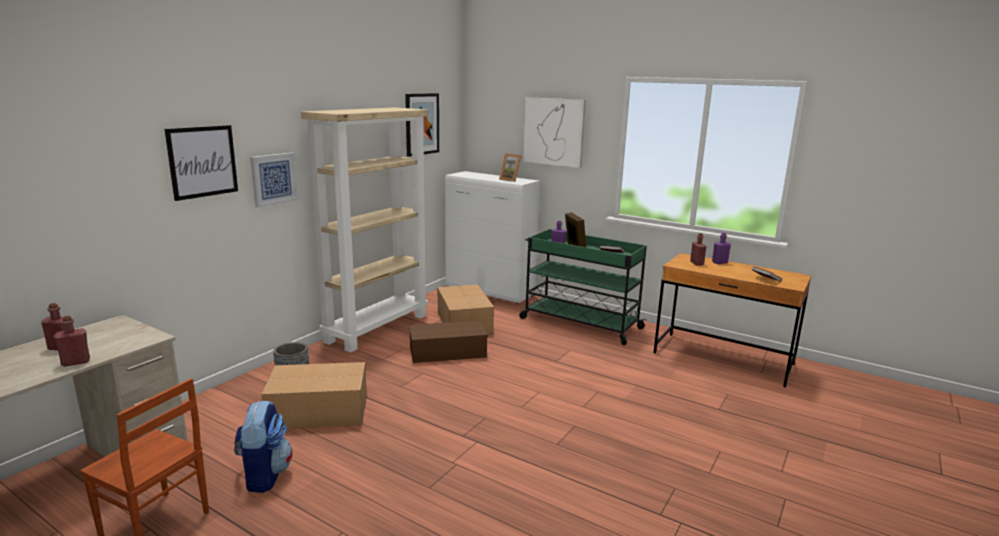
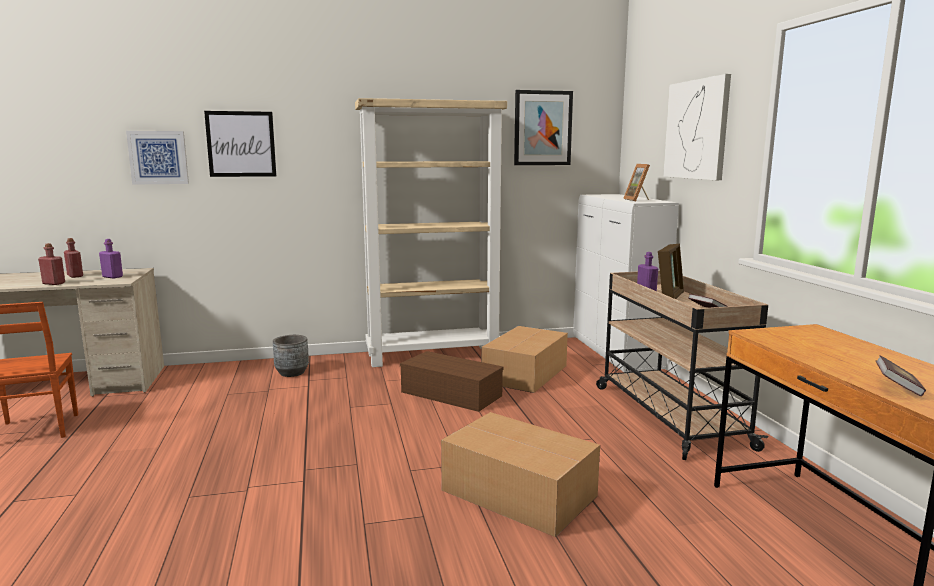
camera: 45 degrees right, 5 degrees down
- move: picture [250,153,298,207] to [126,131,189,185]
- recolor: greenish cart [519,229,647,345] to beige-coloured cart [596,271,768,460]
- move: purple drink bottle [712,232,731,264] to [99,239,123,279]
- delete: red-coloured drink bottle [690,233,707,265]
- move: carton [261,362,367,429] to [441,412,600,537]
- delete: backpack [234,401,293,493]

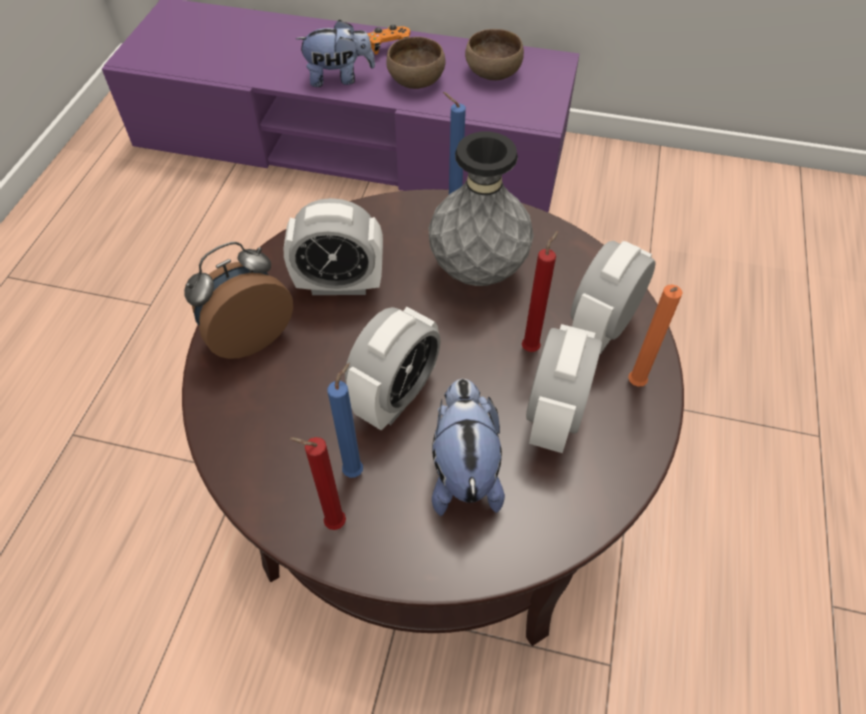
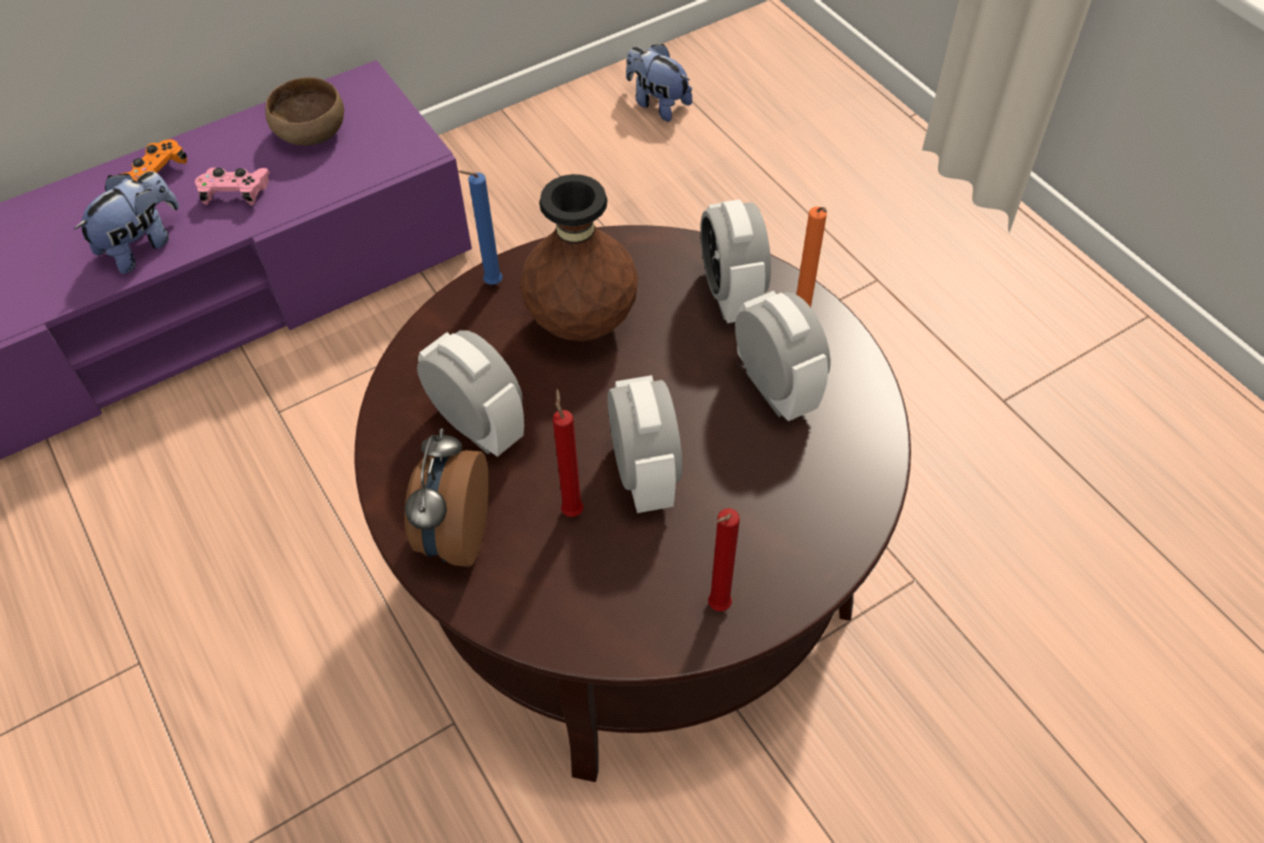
camera: 45 degrees left, 0 degrees up
- replace: brown-coloured deep dish [386,37,446,89] to pinkish game controller [195,168,270,205]
- recolor: grey flower vase [429,131,534,286] to brown-coloured flower vase [520,174,638,341]
- rotate: alarm clock [284,198,383,295] = [417,330,524,457] 90 degrees counterclockwise
- move: red-coloured wax light [522,231,558,352] to [553,389,583,517]
- delete: blue-coloured wax light [328,363,363,478]
- move: plush toy [432,379,505,516] to [626,44,692,122]

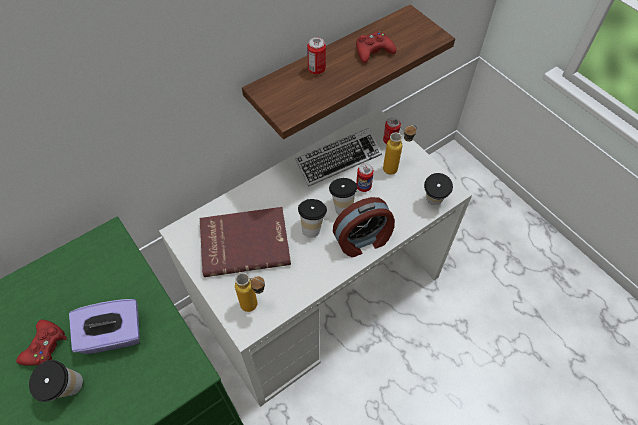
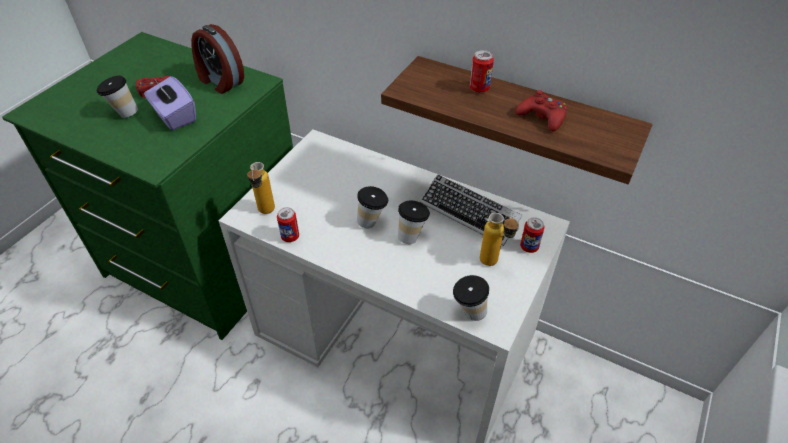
camera: 65 degrees right, 10 degrees down
- move: metal can [356,163,374,192] to [277,207,299,242]
- move: alarm clock [333,197,395,257] to [191,24,244,94]
- delete: red-coloured volume [200,207,291,277]

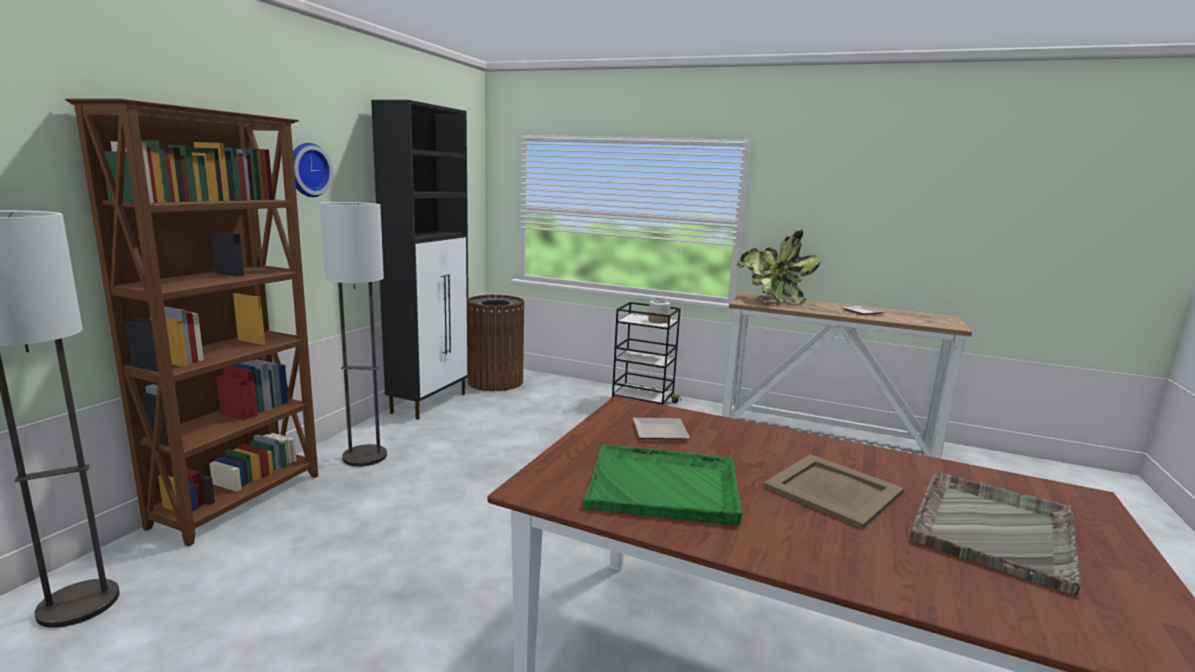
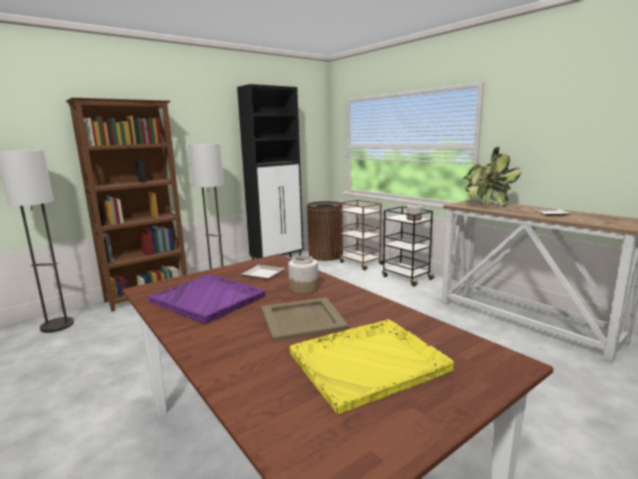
camera: 30 degrees right, 0 degrees up
- delete: clock on the wall [293,143,333,197]
- recolor: greenish serving tray [583,445,742,525] to purple serving tray [148,274,265,324]
- recolor: grey serving tray [909,471,1081,596] to yellow-coloured serving tray [290,319,454,414]
- insert: brown-coloured cart [339,200,383,270]
- insert: jar [288,255,319,294]

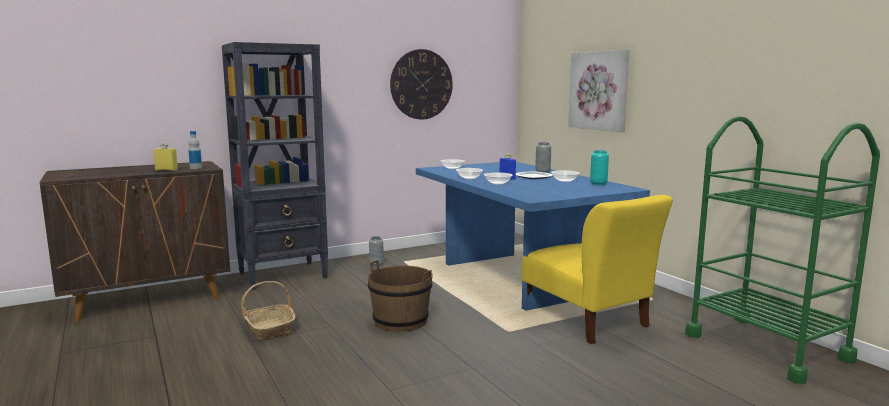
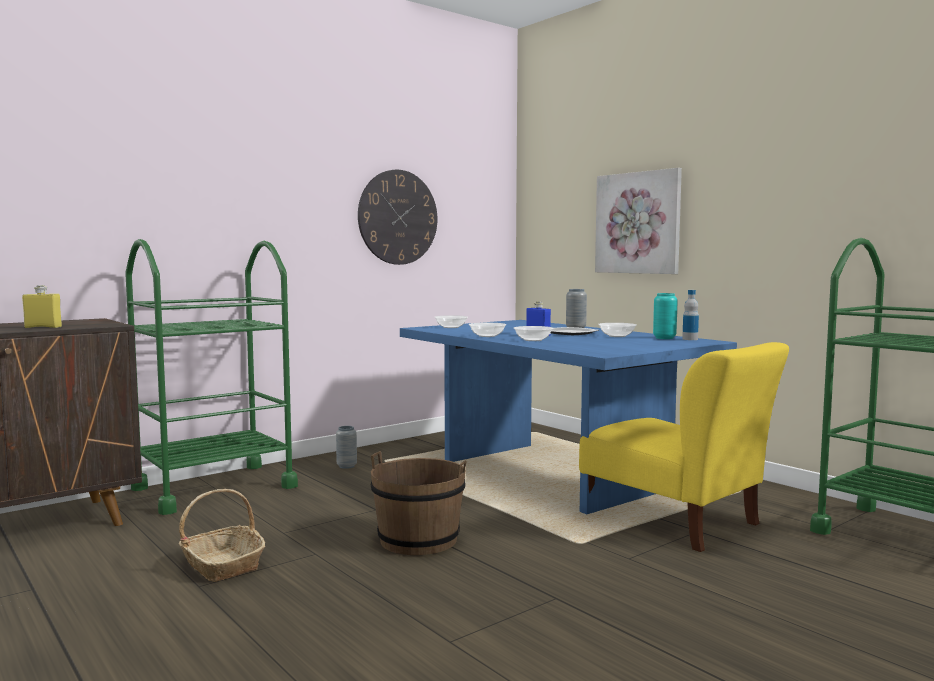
camera: 10 degrees left, 5 degrees down
- replace: black bookshelf [222,42,328,290] to greenish cart [125,239,298,515]
- move: drink bottle [188,131,202,169] to [682,290,699,340]

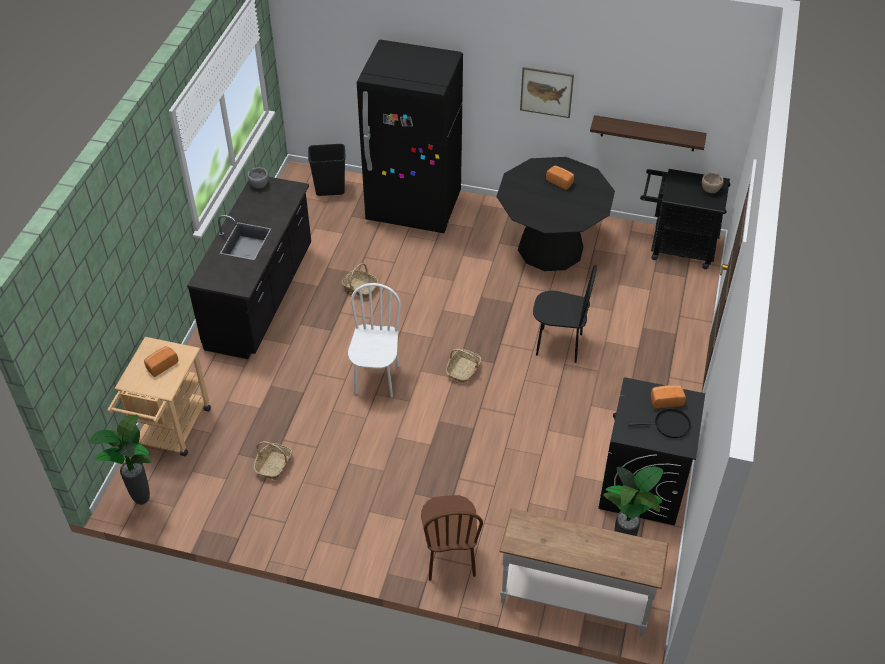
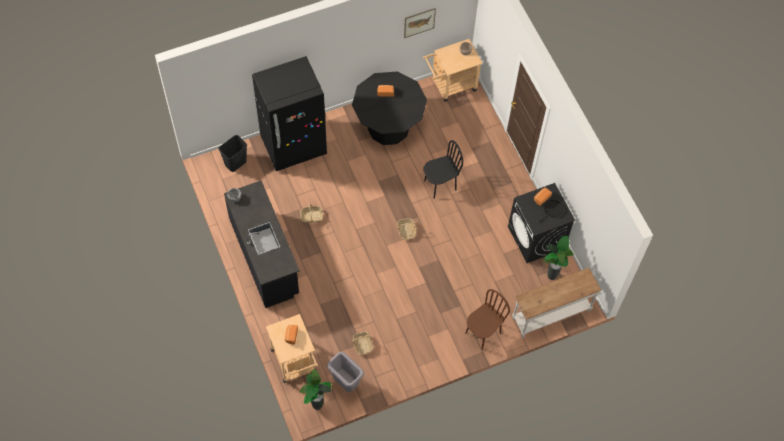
camera: 40 degrees left, 15 degrees up
- move: picture [520,67,574,118] to [404,8,436,38]
- delete: wall shelf [590,115,707,151]
- recolor: black cart [640,169,730,269] to beige-coloured cart [423,39,483,102]
- delete: white upright chair [348,283,401,398]
- rotate: brown-coloured upright chair [421,495,483,581] = [465,289,510,350] 90 degrees counterclockwise
- insert: grey waste bin [327,352,364,392]

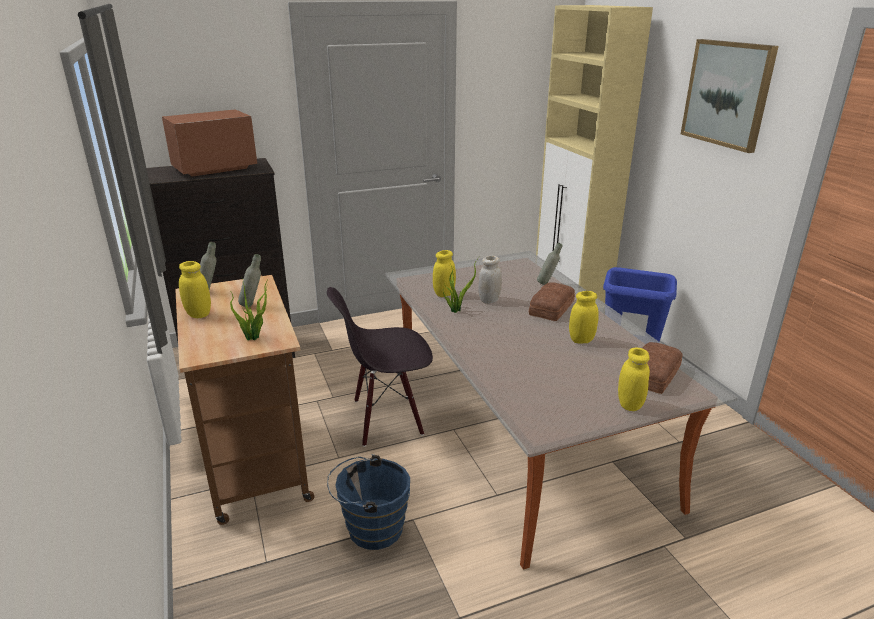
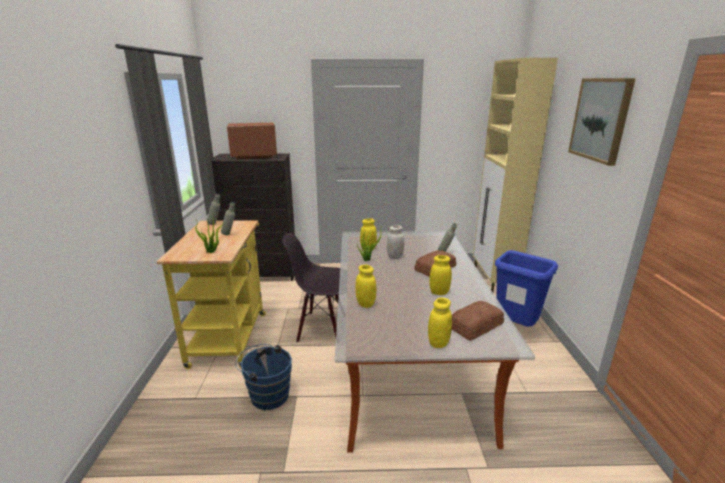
camera: 20 degrees right, 5 degrees down
- move: yellow-coloured jar [179,261,211,318] to [355,264,376,308]
- recolor: brown-coloured cart [175,275,315,525] to yellow-coloured cart [157,220,266,369]

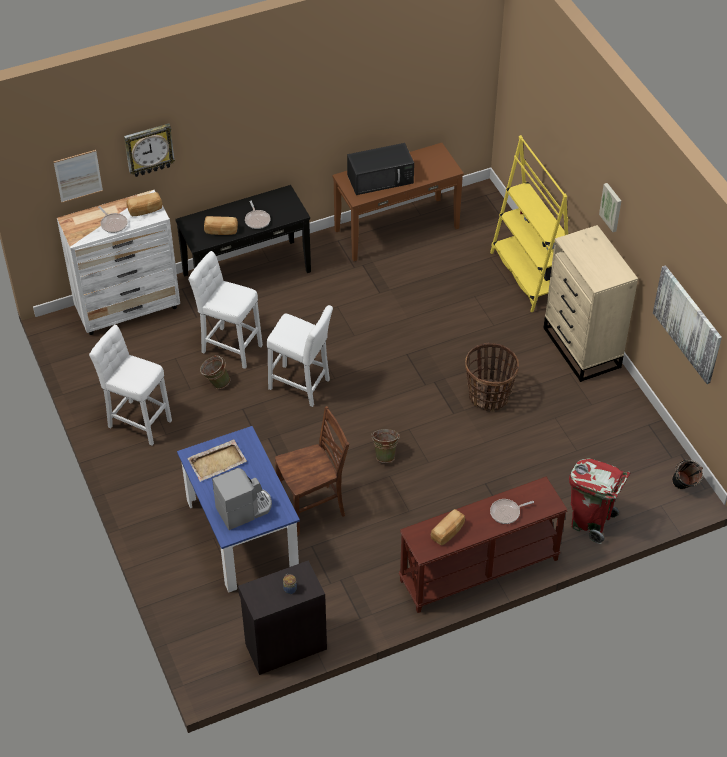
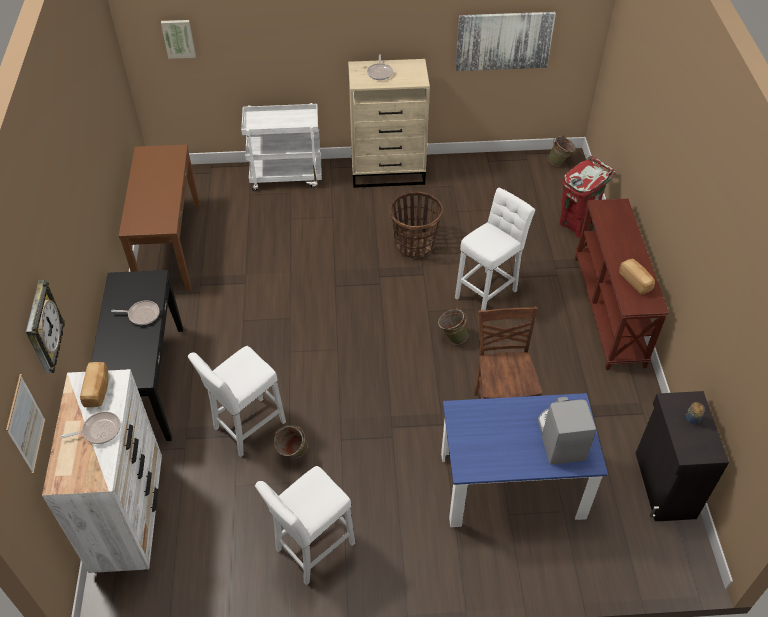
camera: 70 degrees left, 0 degrees up
- replace: yellow-coloured bookshelf [490,135,568,312] to white cart [241,103,322,191]
- delete: black microwave oven [347,143,414,195]
- move: picture [599,183,621,232] to [161,20,196,59]
- delete: bread [204,216,238,235]
- move: white stool seat [267,305,333,407] to [455,188,535,311]
- delete: beige-coloured serving tray [187,439,247,482]
- recolor: black water bucket [672,460,703,489] to greenish water bucket [547,135,576,166]
- move: pan [490,499,534,524] to [367,55,393,80]

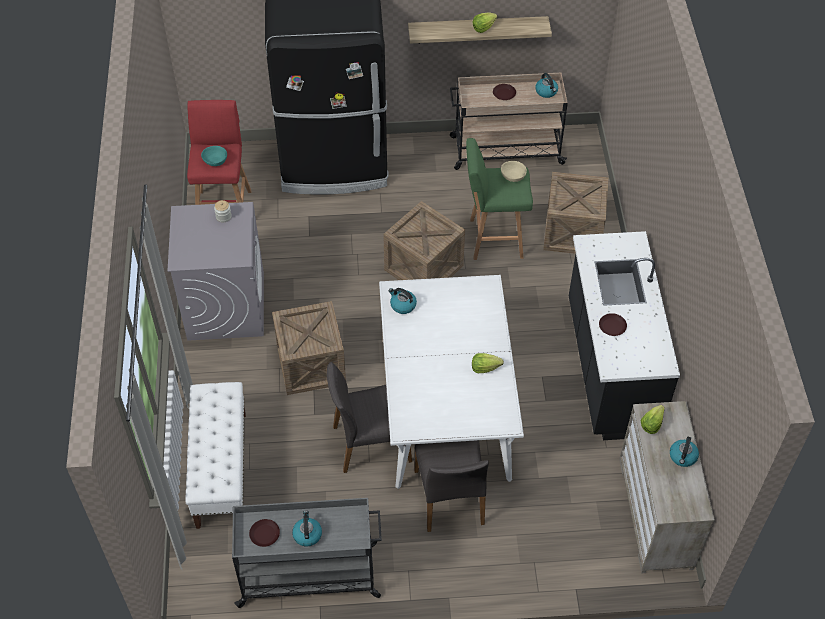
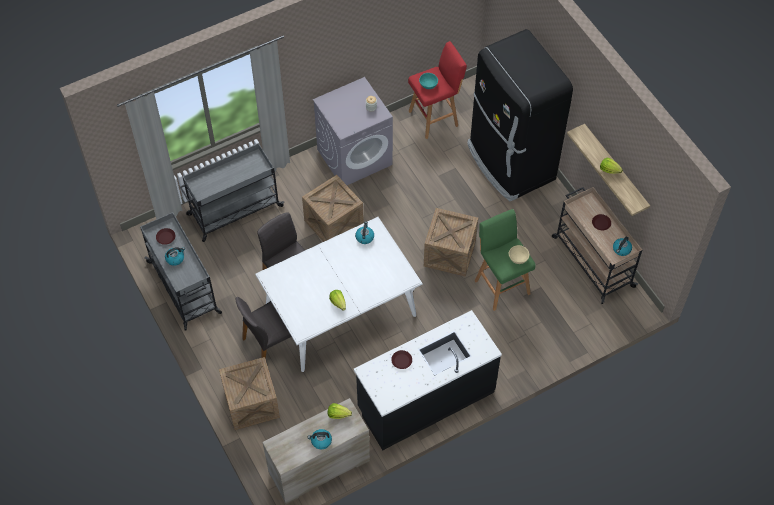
camera: 65 degrees right, 5 degrees up
- move: packing crate [543,172,608,254] to [219,357,280,430]
- replace: white bench [186,382,246,529] to grey cart [180,143,284,242]

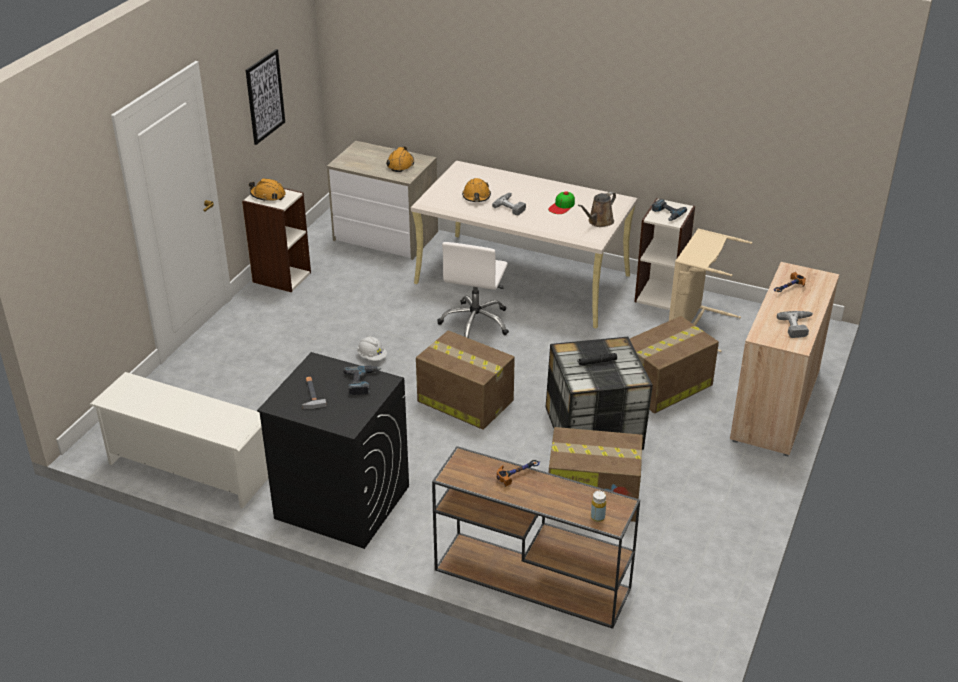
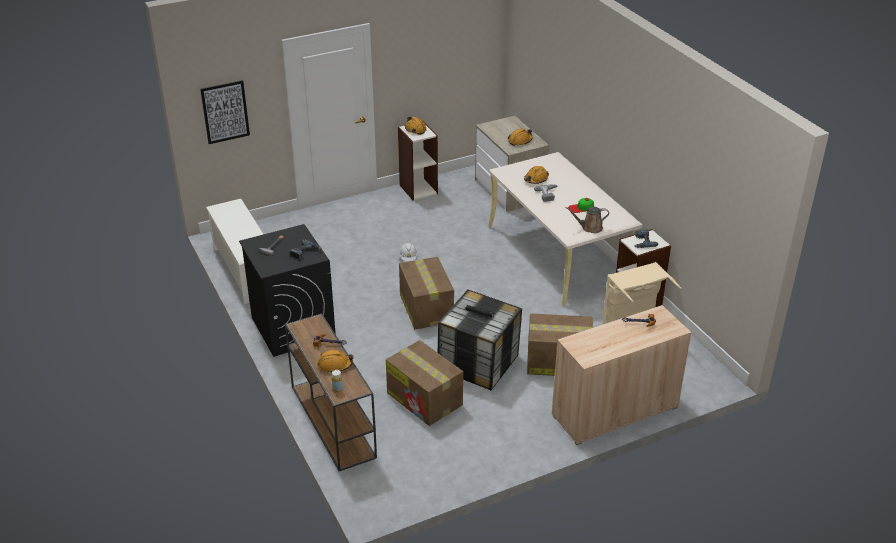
camera: 40 degrees right, 0 degrees up
- move: picture [246,49,285,145] to [200,80,250,144]
- delete: white office chair [437,242,509,338]
- delete: drill [777,311,813,338]
- insert: orange-coloured hard hat [318,350,353,373]

